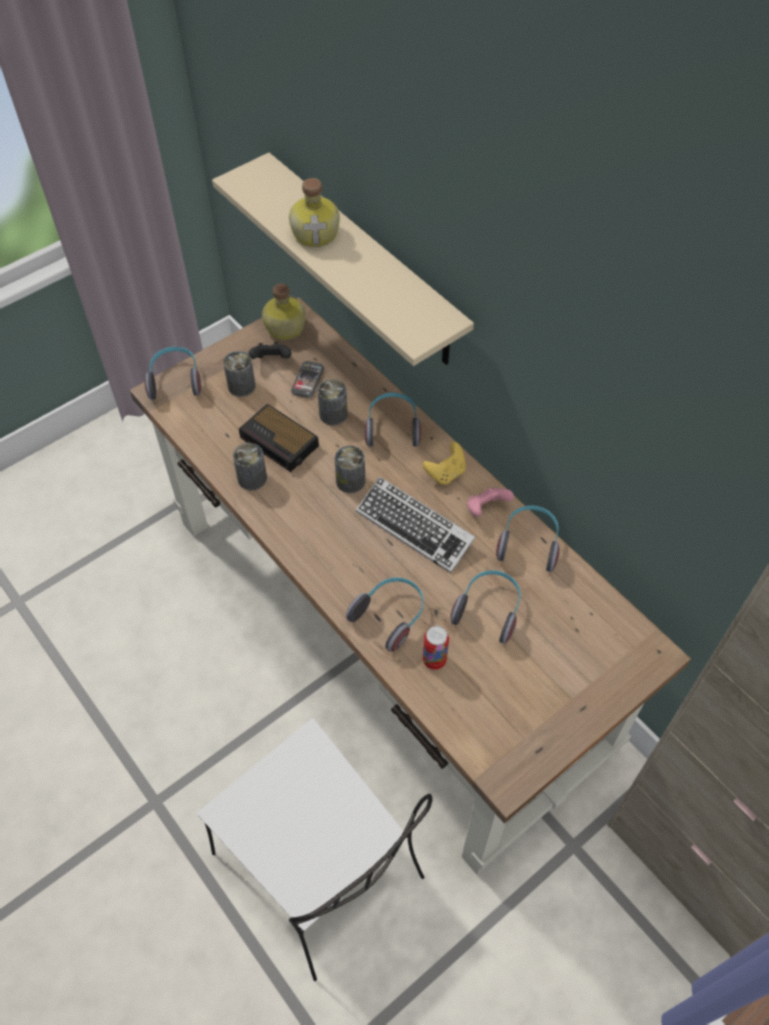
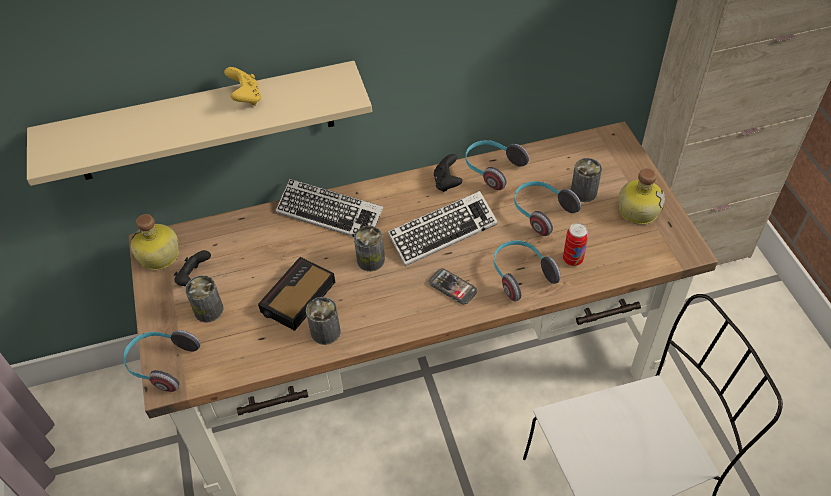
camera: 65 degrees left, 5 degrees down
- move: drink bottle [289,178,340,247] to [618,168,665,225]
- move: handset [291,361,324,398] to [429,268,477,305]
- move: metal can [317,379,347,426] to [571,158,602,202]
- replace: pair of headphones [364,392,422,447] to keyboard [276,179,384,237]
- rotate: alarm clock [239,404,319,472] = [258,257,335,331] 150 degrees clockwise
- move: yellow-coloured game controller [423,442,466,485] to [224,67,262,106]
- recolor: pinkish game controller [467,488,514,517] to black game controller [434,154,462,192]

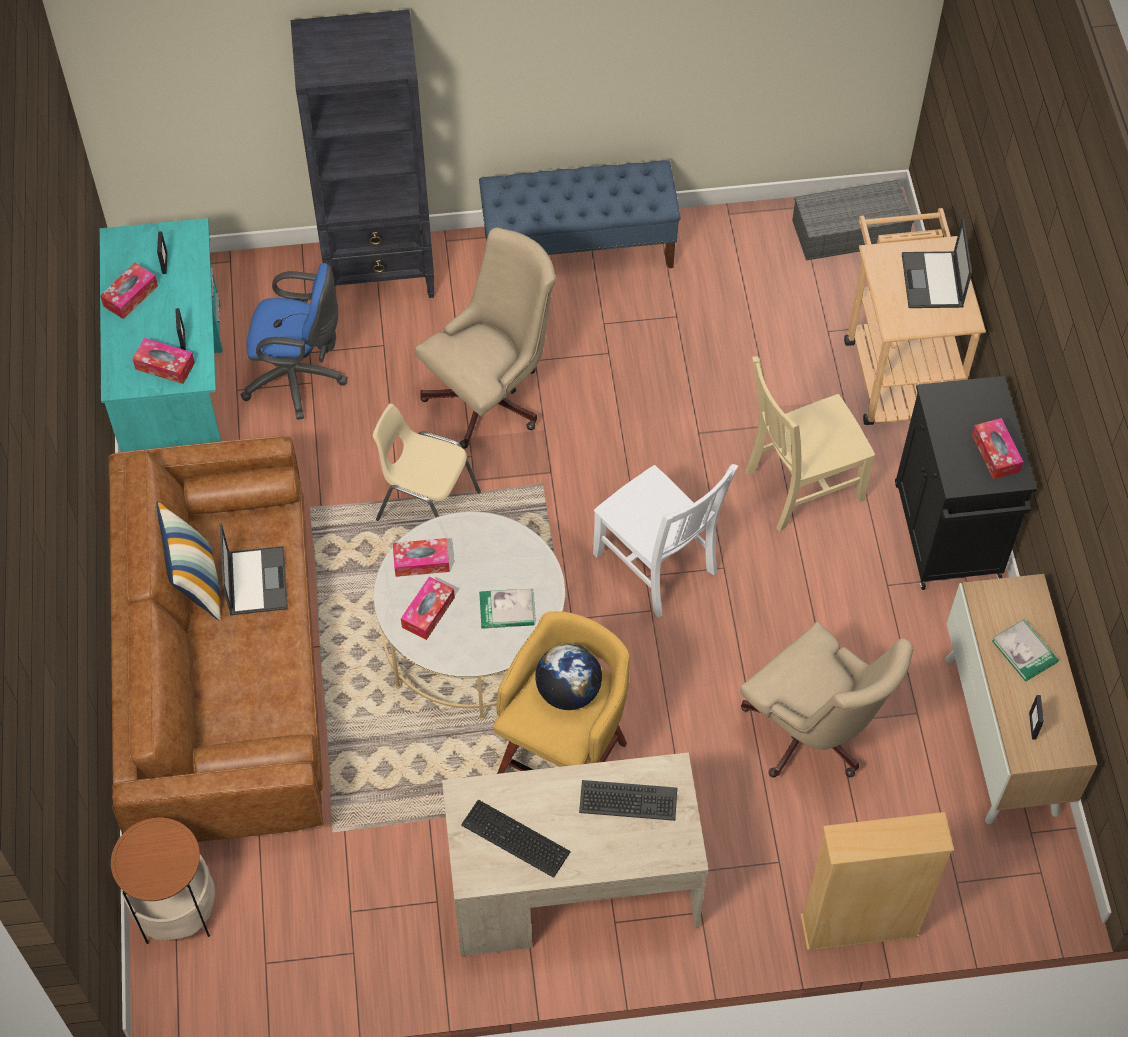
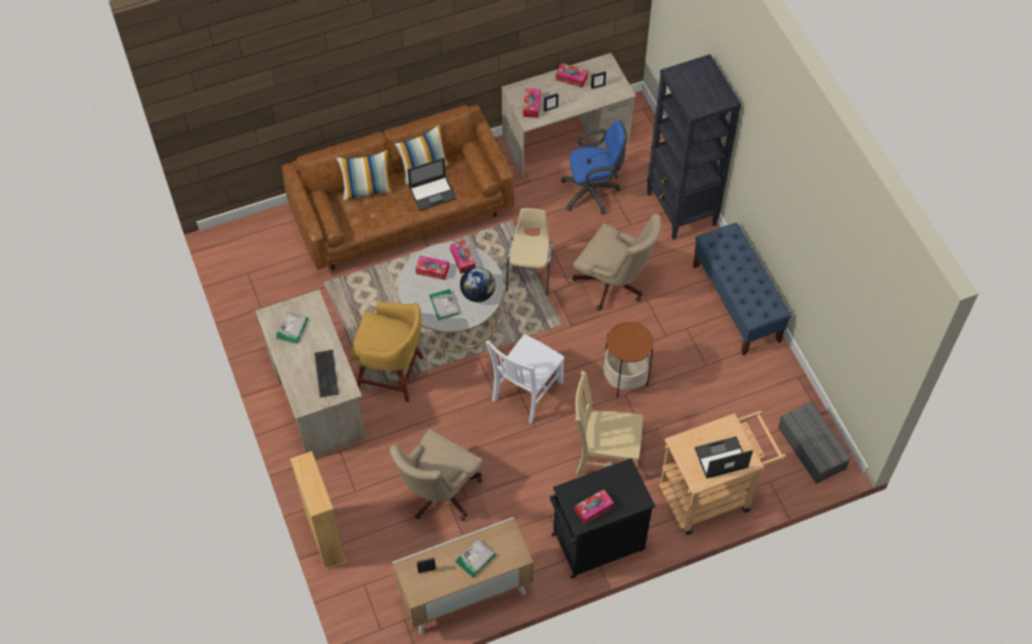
camera: 75 degrees right, 0 degrees up
- recolor: blue-green desk unit [99,218,223,452] to beige-coloured desk unit [501,53,636,178]
- rotate: blue-coloured office chair [241,263,347,420] = [560,121,627,215] 90 degrees counterclockwise
- rotate: beige-coloured upright chair [745,356,875,532] = [575,371,643,475] 45 degrees counterclockwise
- move: desk globe [535,643,602,710] to [460,267,495,302]
- replace: keyboard [461,800,571,878] to volume [276,312,308,344]
- move: end table [111,818,215,944] to [603,322,653,397]
- insert: pillow [336,149,394,201]

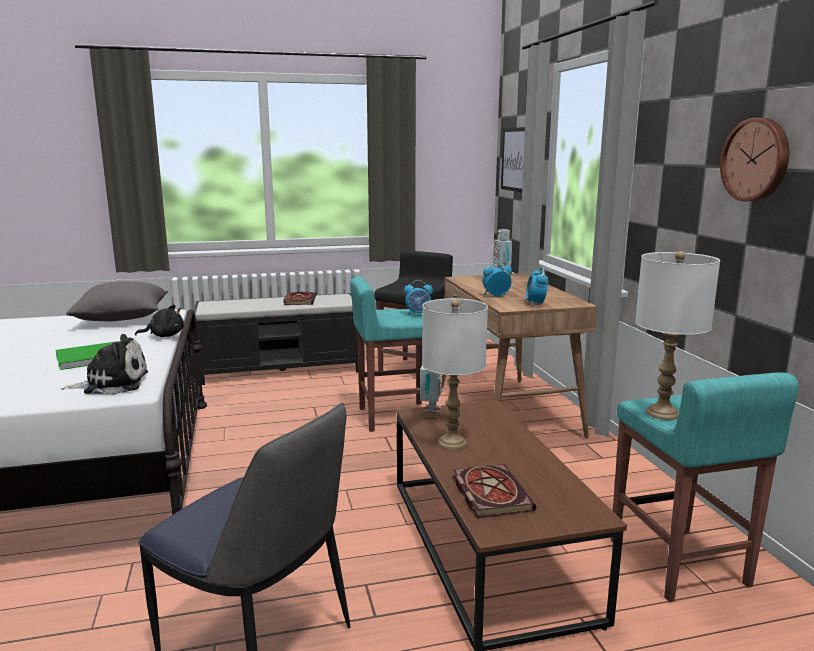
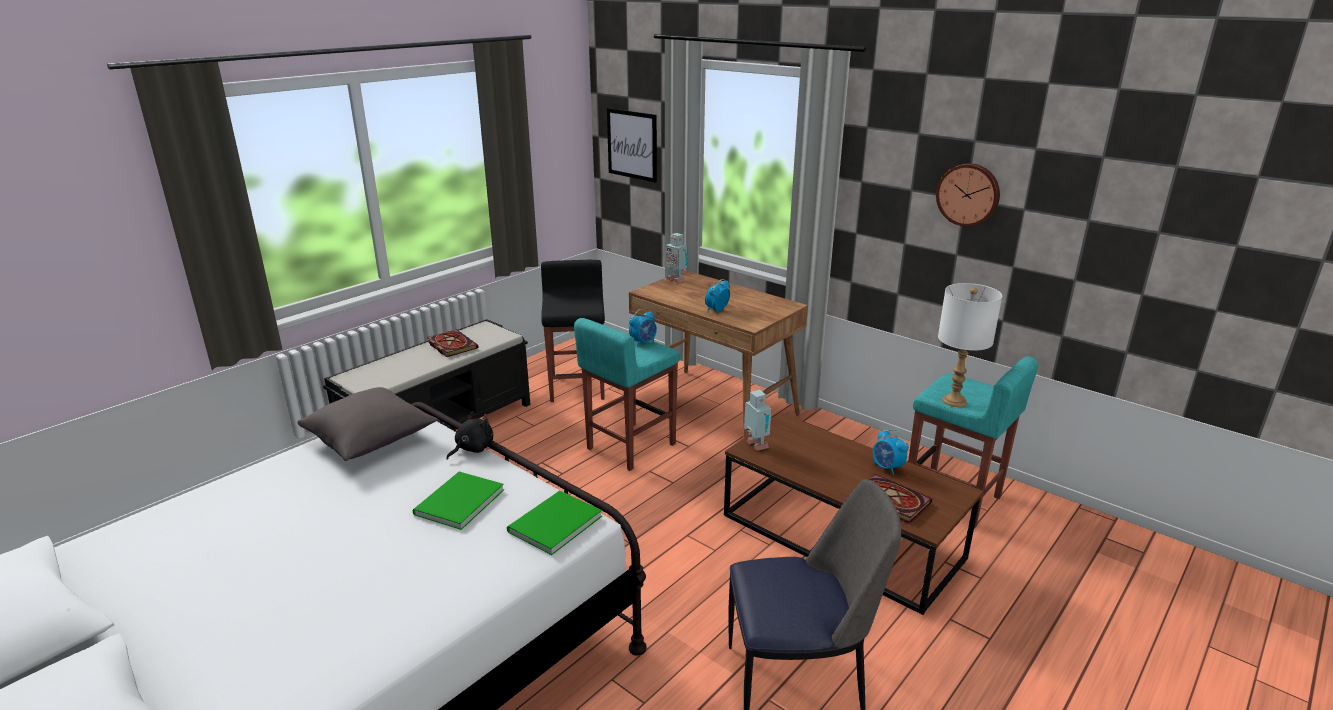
camera: 35 degrees left, 10 degrees up
- move: alarm clock [526,267,548,306] to [873,429,909,475]
- delete: white table lamp [422,298,488,449]
- replace: plush toy [61,334,148,394] to greenish volume [507,491,602,555]

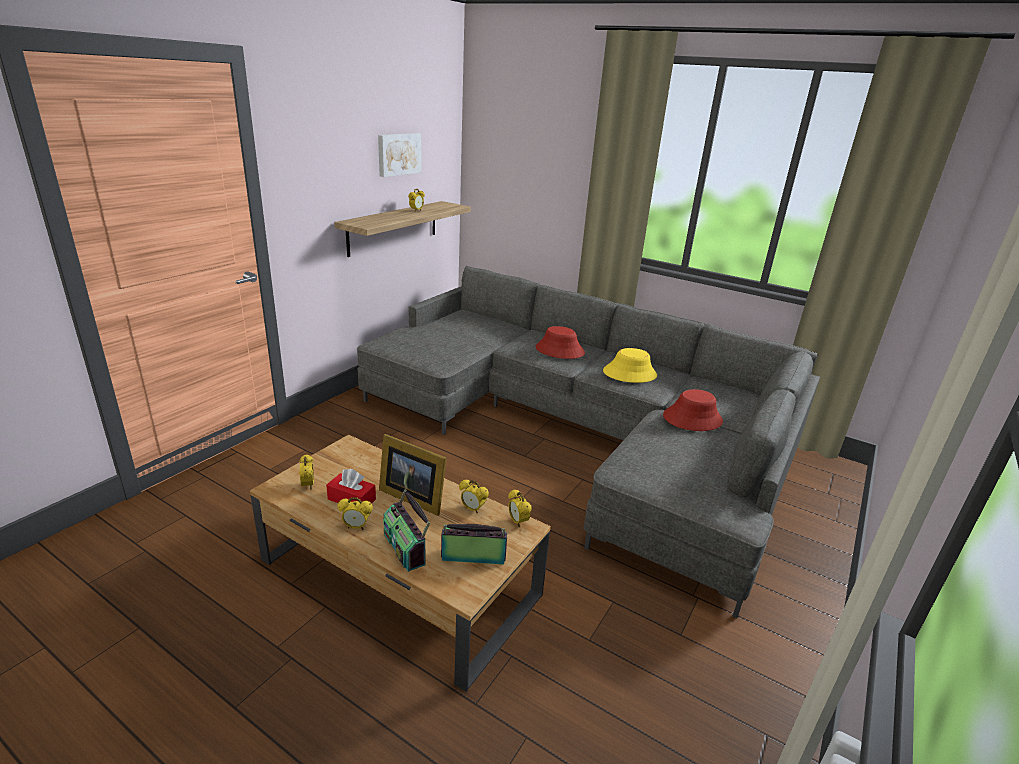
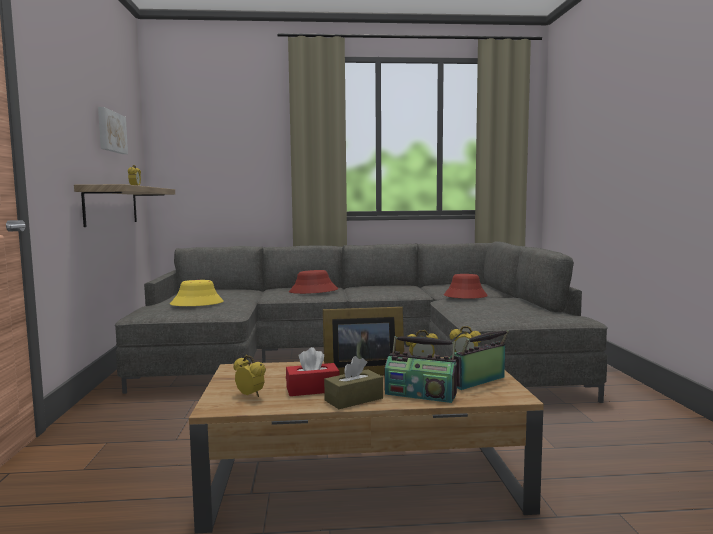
camera: 35 degrees left, 20 degrees down
- move: yellow-coloured hat [603,348,657,383] to [170,280,224,306]
- replace: alarm clock [337,497,373,530] to brown-coloured tissue holder [324,356,383,409]

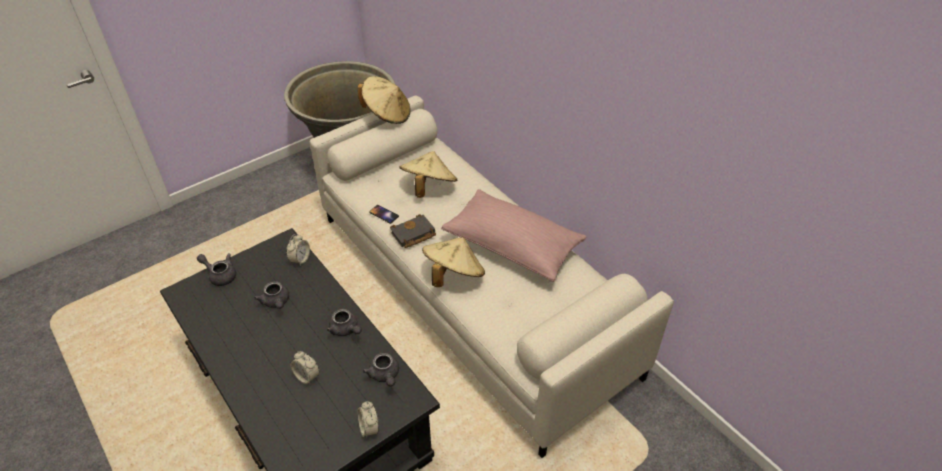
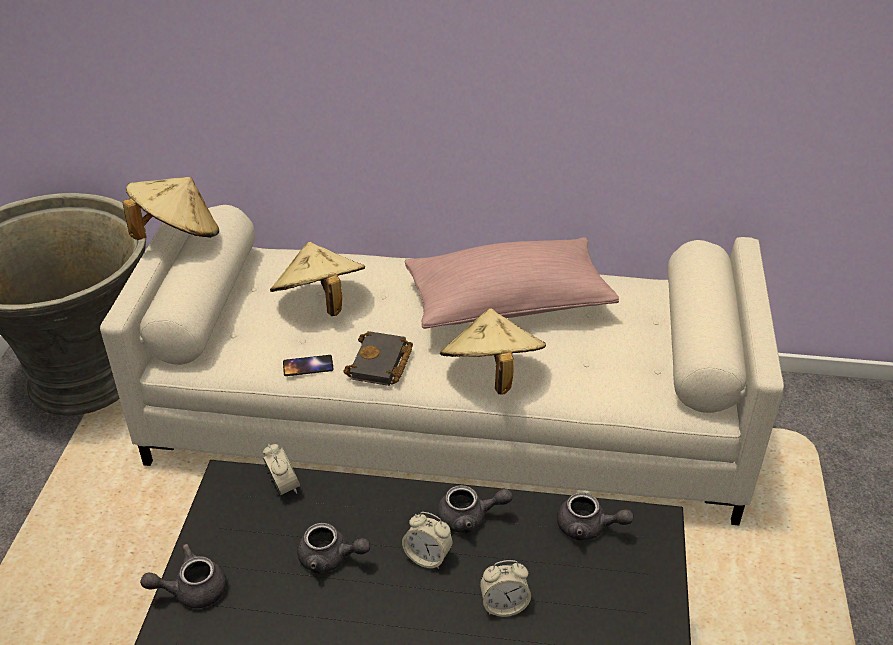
camera: 45 degrees left, 5 degrees down
- move: alarm clock [358,401,379,439] to [402,512,453,569]

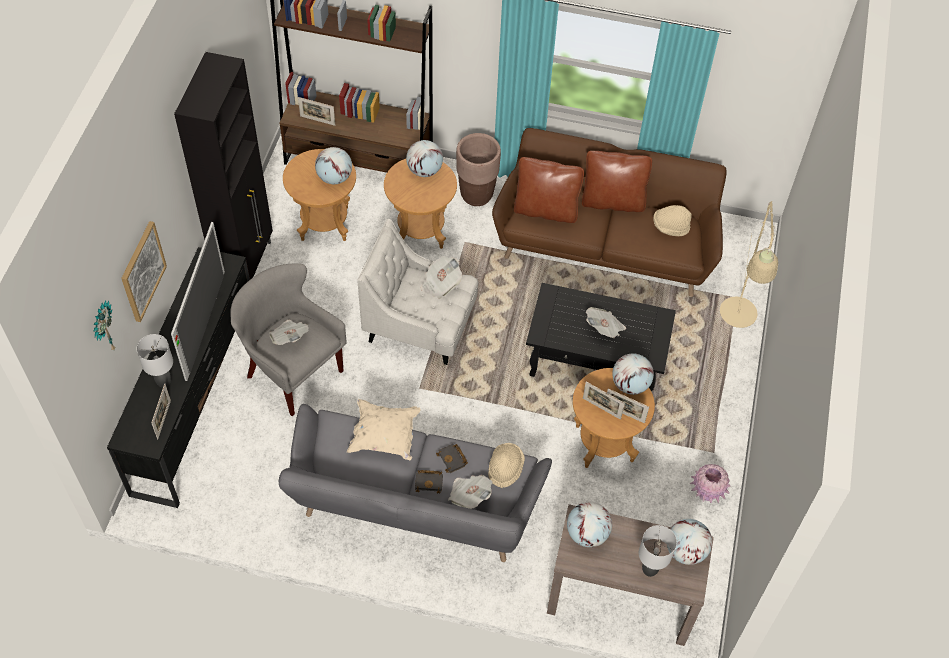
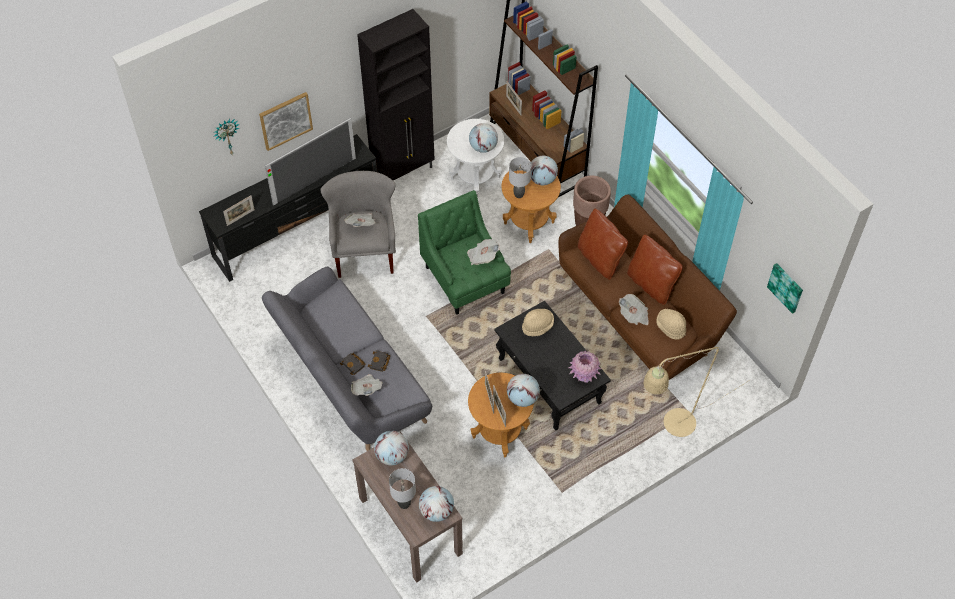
camera: 45 degrees right, 0 degrees up
- recolor: brown-coloured end table [283,149,356,241] to white end table [447,119,504,197]
- recolor: white easy chair [357,219,478,365] to greenish easy chair [418,190,511,315]
- move: printed paper [586,307,626,338] to [619,294,649,325]
- move: grey table lamp [137,334,173,388] to [509,157,531,198]
- delete: beige-coloured pillow [347,399,421,460]
- move: beige-coloured hat [488,443,525,488] to [522,309,554,336]
- move: pinkish flower vase [689,464,731,503] to [569,351,601,383]
- insert: picture [767,263,803,314]

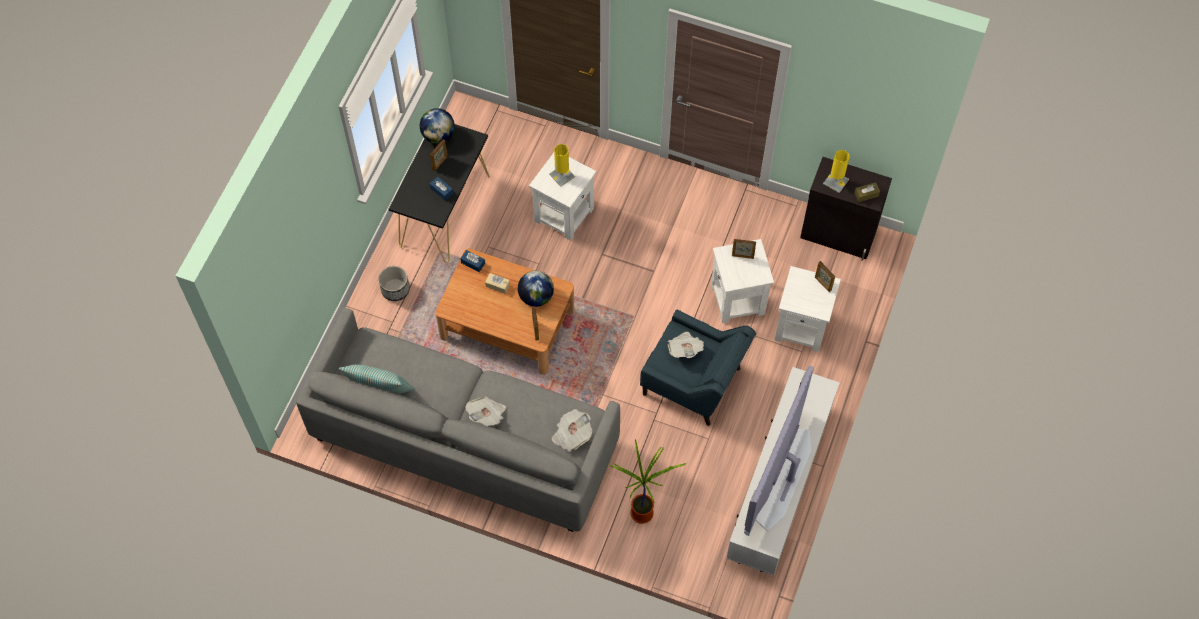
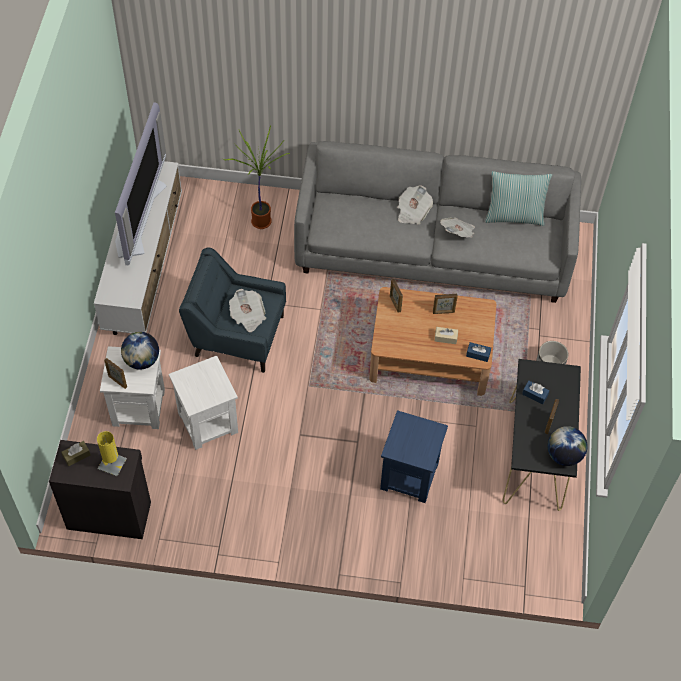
camera: 165 degrees right, 5 degrees down
- delete: yellow-coloured table lamp [549,144,575,187]
- recolor: white end table [529,153,597,241] to blue-coloured end table [380,410,448,503]
- move: standing frame [732,239,756,259] to [433,294,458,314]
- move: desk globe [518,271,554,307] to [121,332,159,370]
- move: printed paper [552,409,592,453] to [440,217,475,238]

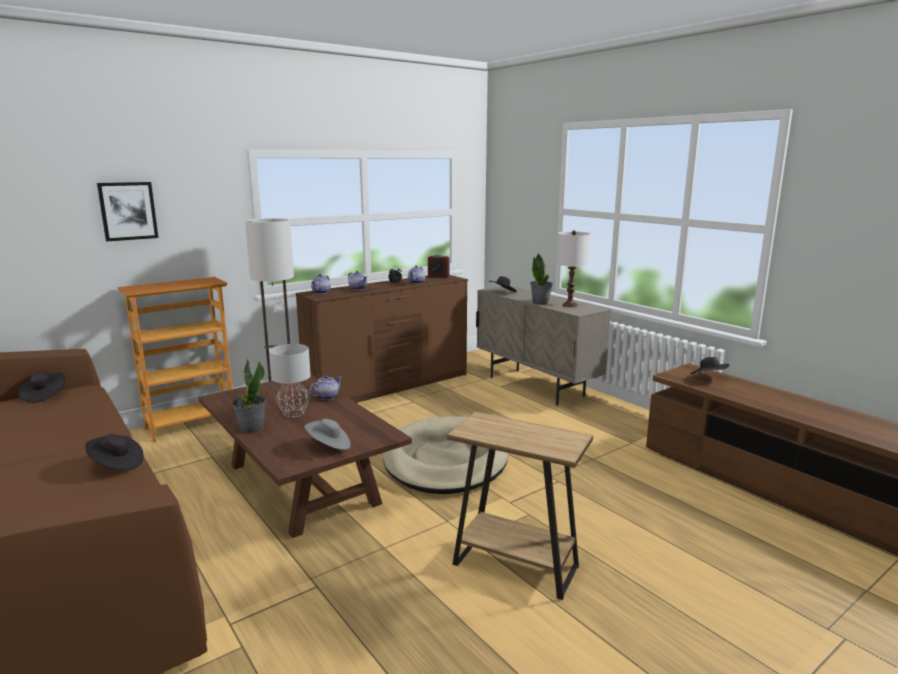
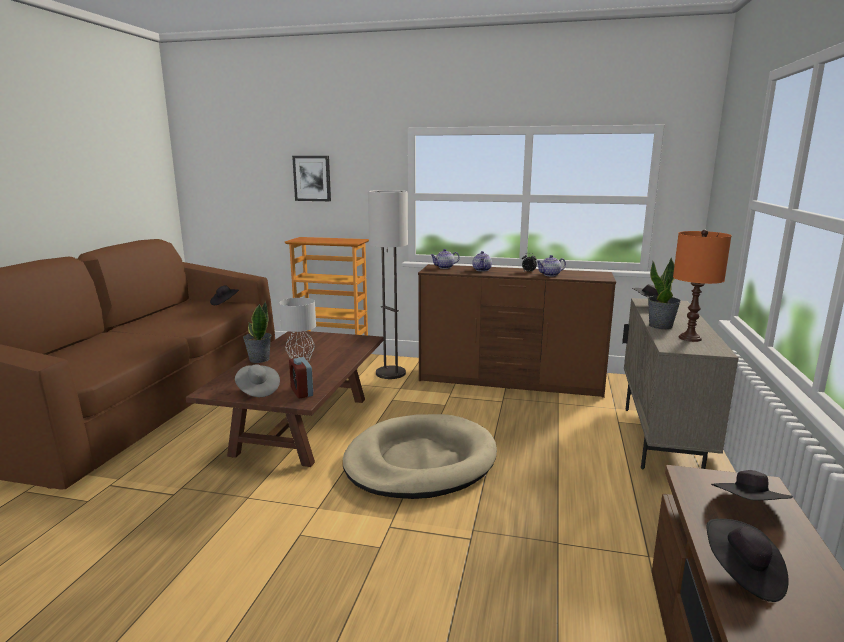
camera: 50 degrees right, 0 degrees up
- recolor: white table lamp [556,230,591,307] to orange-coloured table lamp [673,230,732,342]
- move: alarm clock [428,254,450,278] to [289,357,313,398]
- delete: teapot [310,375,343,400]
- delete: brown-coloured end table [447,412,593,600]
- move: black hat [85,434,144,470] to [707,519,789,602]

